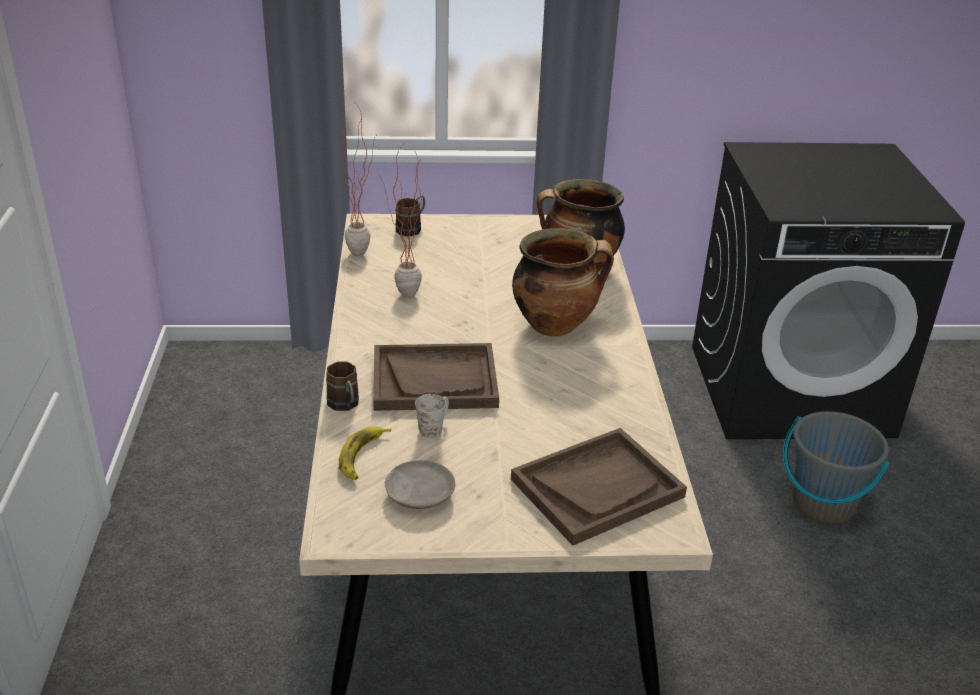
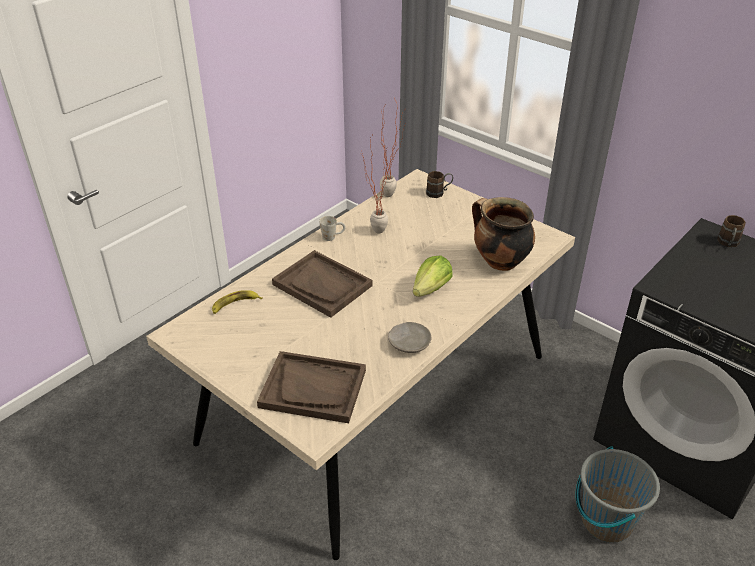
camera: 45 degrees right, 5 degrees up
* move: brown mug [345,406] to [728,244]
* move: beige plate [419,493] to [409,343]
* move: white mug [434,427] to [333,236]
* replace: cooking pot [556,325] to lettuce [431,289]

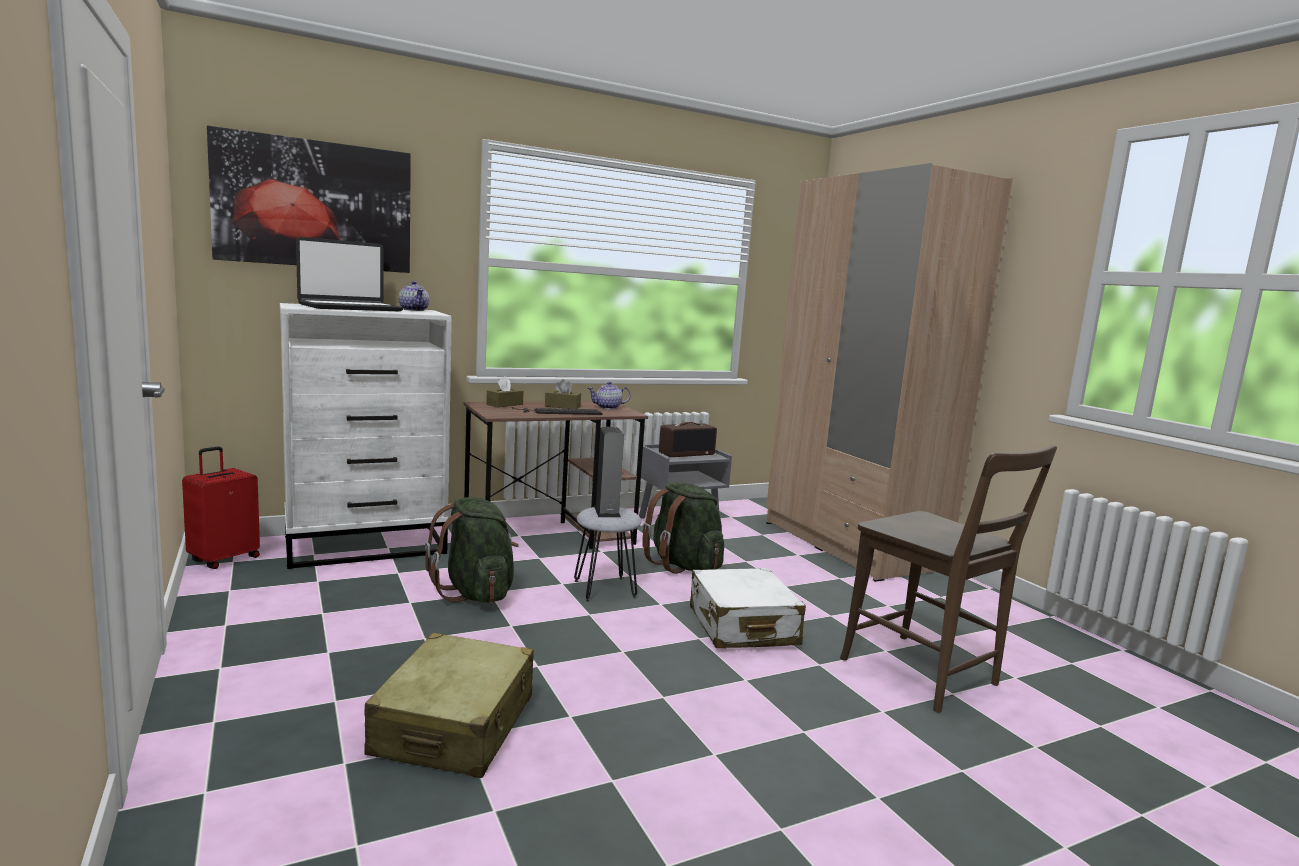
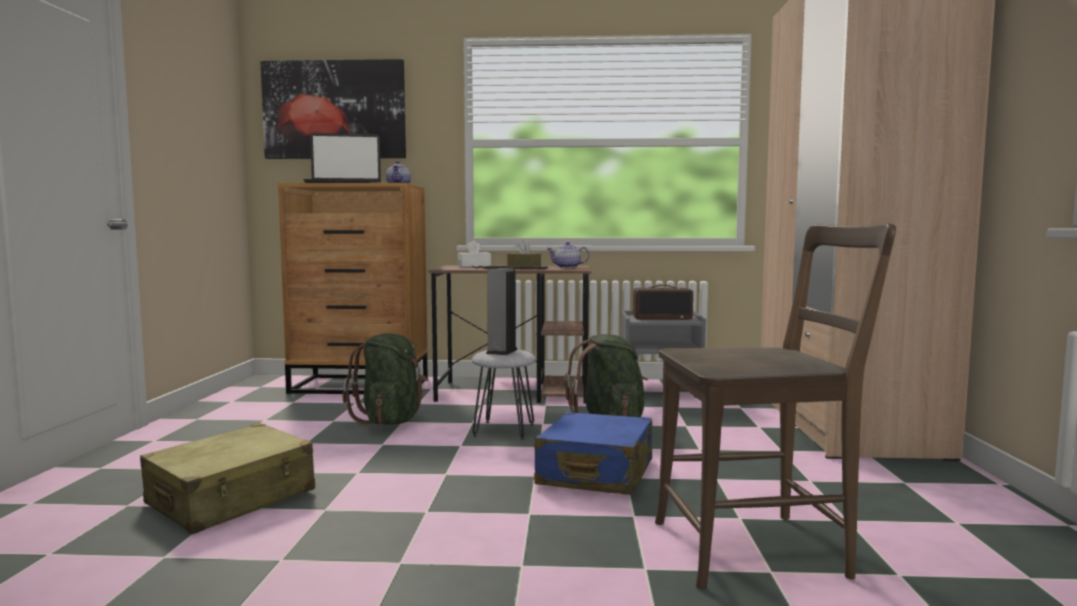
camera: 30 degrees right, 5 degrees down
* delete: red suitcase [224,559]
* recolor: white dresser [367,546] to brown dresser [361,385]
* recolor: brown tissue box [504,404] to white tissue box [474,266]
* recolor: white suitcase [742,626] to blue suitcase [596,473]
* rotate: brown chair [925,675] = [759,548] 90 degrees counterclockwise

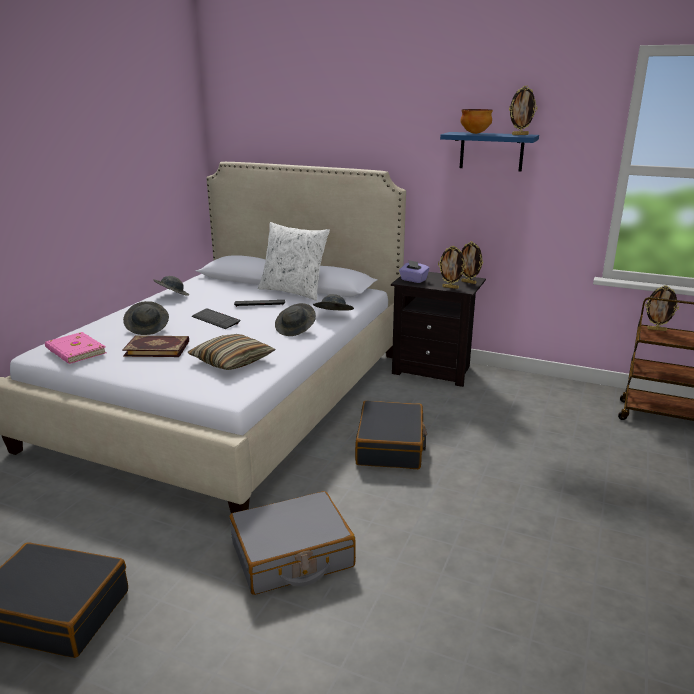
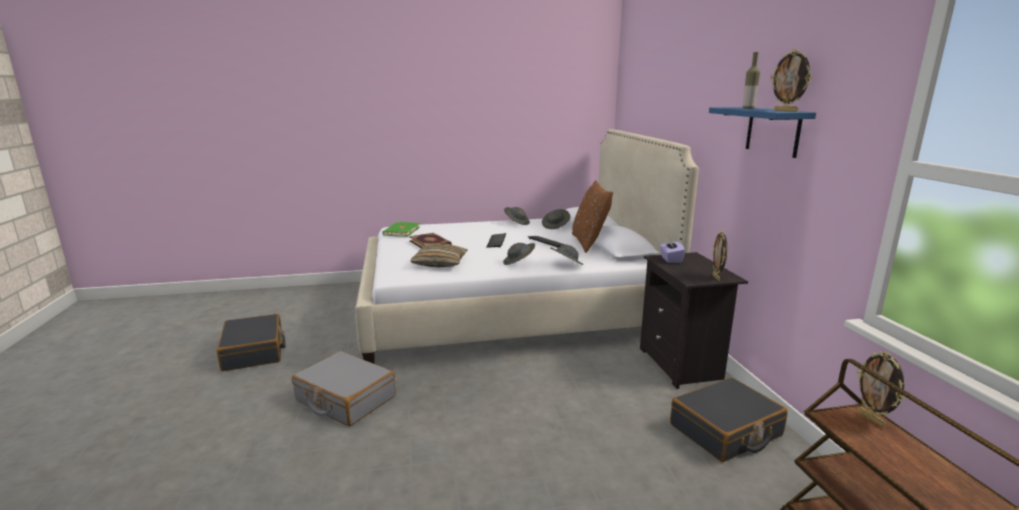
camera: 55 degrees right, 5 degrees down
* recolor: pink book [75,351] to green book [401,231]
* move: grey hat [148,328] to [556,226]
* recolor: white pillow [293,292] to brown pillow [589,243]
* move: black suitcase [390,446] to [725,431]
* delete: picture frame [450,287]
* replace: bowl [475,133] to bottle [748,108]

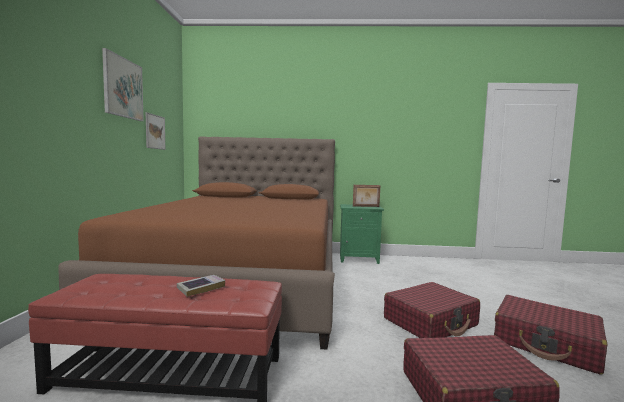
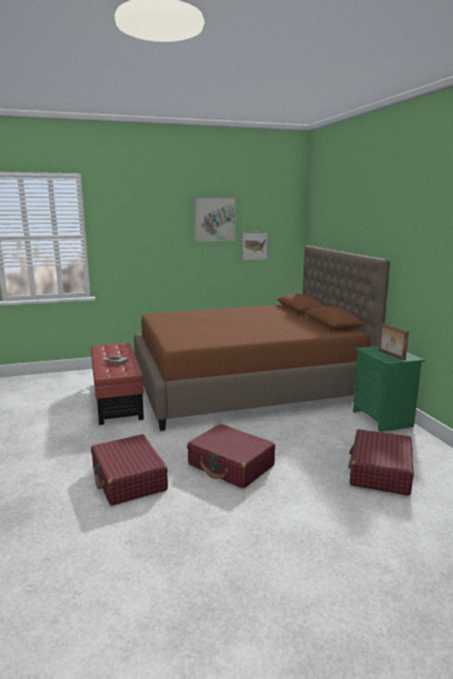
camera: 70 degrees right, 10 degrees up
* move: red suitcase [546,344] to [380,472]

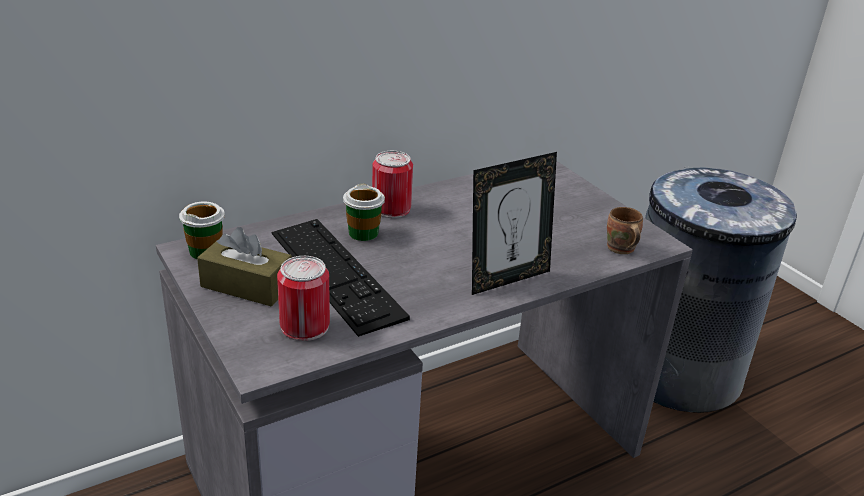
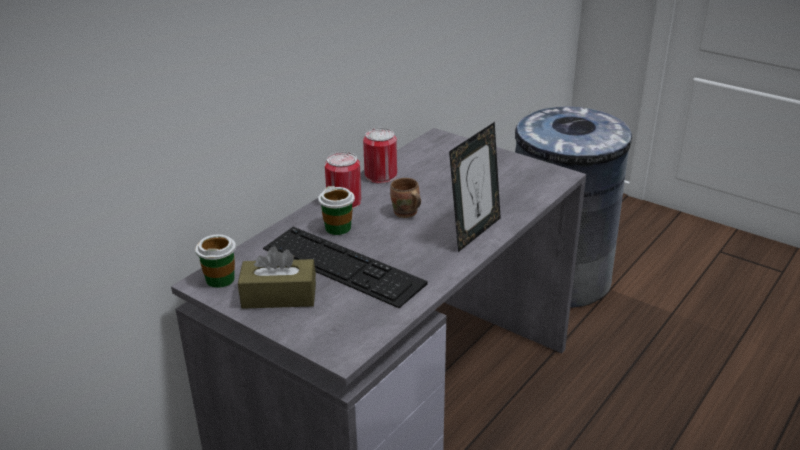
camera: 20 degrees left, 0 degrees up
* move: can [304,326] to [380,176]
* move: brown mug [620,249] to [405,214]

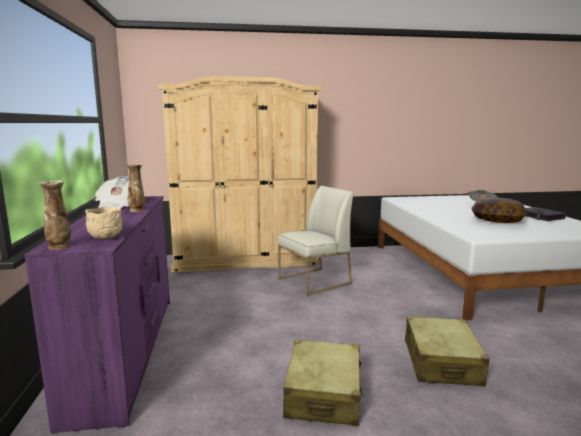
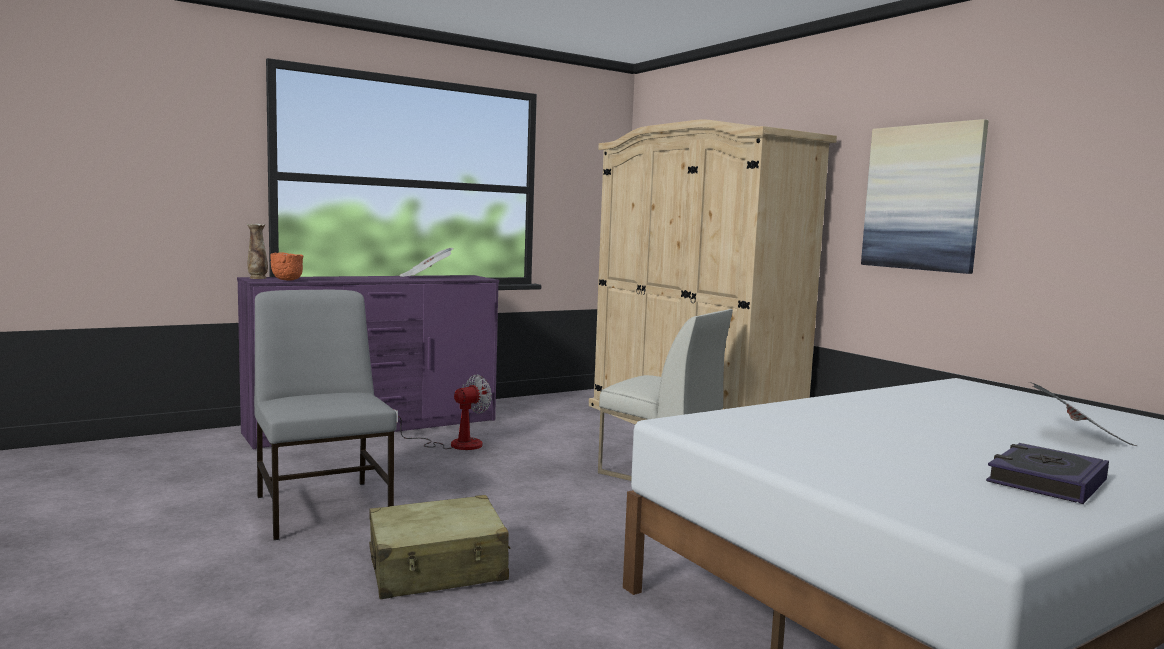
camera: 65 degrees right, 5 degrees down
* recolor: beige bowl [105,238] to orange bowl [286,280]
* delete: vase [137,210]
* replace: beige suitcase [323,394] to grey chair [324,507]
* delete: pillow [497,220]
* insert: fan [454,444]
* insert: picture [922,197]

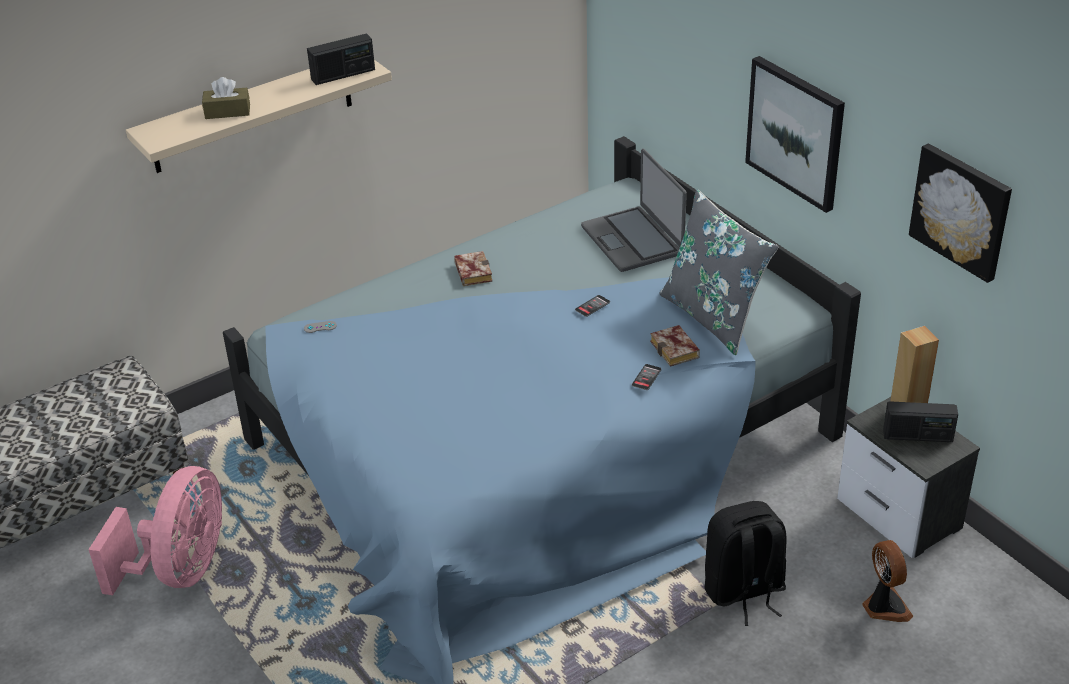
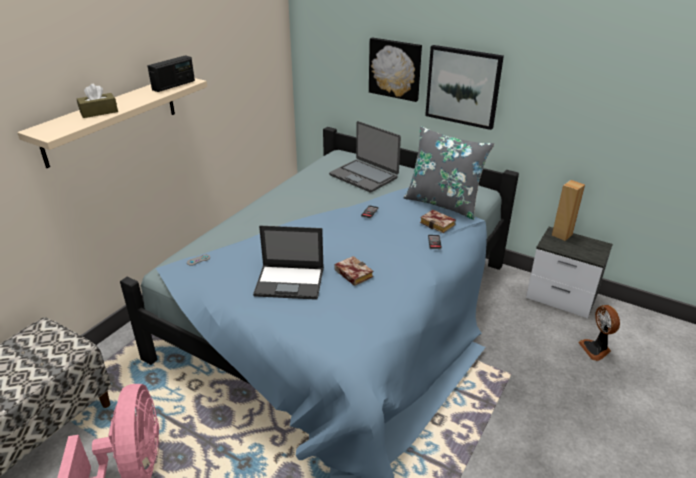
camera: 25 degrees left, 5 degrees down
* move: book [471,272] to [351,273]
* delete: black backpack [744,592]
* rotate: fan [884,606] = [596,349] 150 degrees counterclockwise
* delete: radio [917,436]
* move: picture [962,210] to [395,68]
* insert: laptop [290,282]

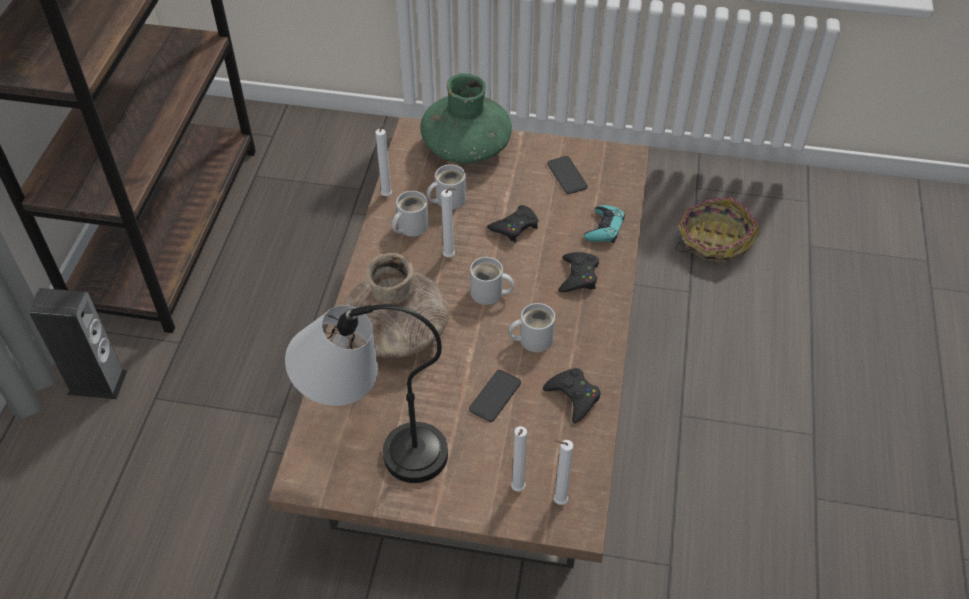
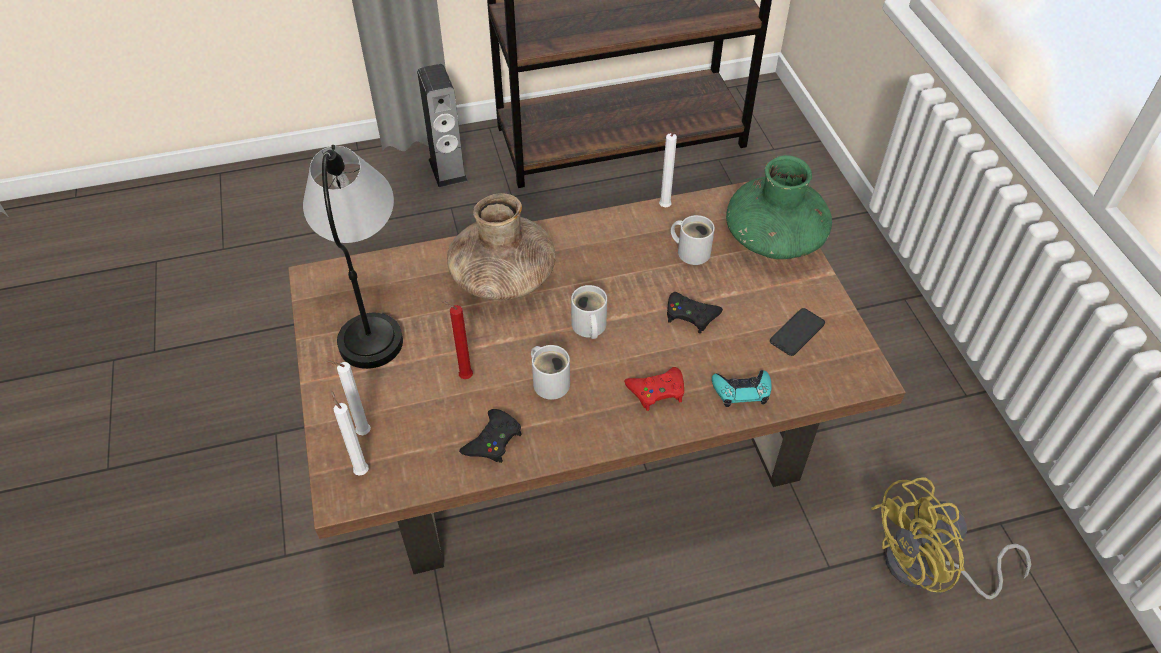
camera: 65 degrees right, 0 degrees up
* delete: white mug [410,226]
* delete: white candle [450,257]
* replace: phone [495,396] to red candle [463,377]
* recolor: black game controller [578,276] to red game controller [657,391]
* replace: basket [713,241] to yellow fan [927,568]

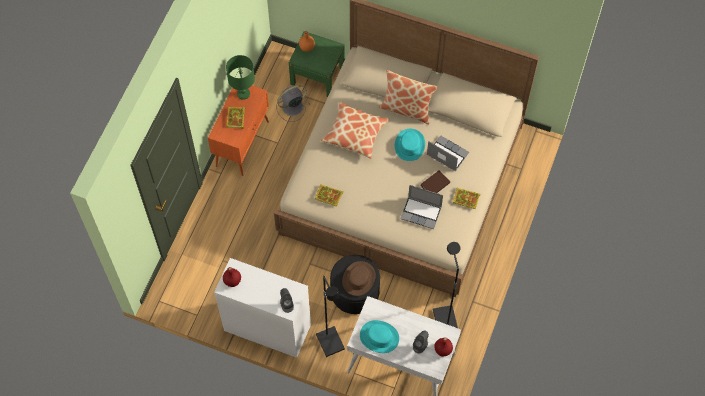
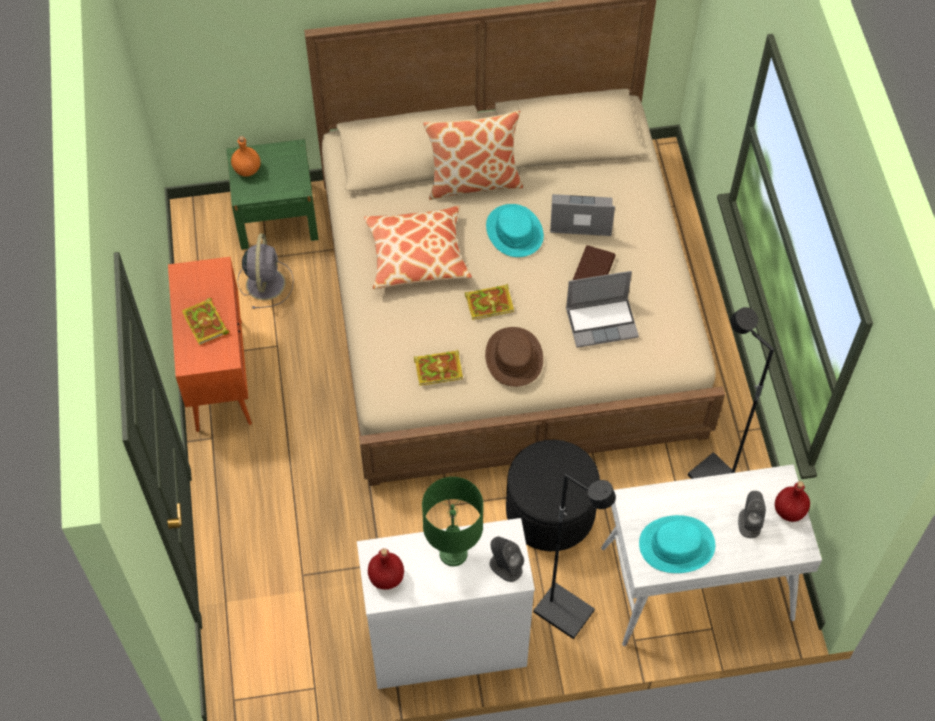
camera: 30 degrees left, 5 degrees down
* move: green table lamp [243,94] to [453,553]
* rotate: grey fan [291,107] = [265,282] 150 degrees clockwise
* move: brown hat [358,278] to [513,357]
* move: book [467,199] to [490,303]

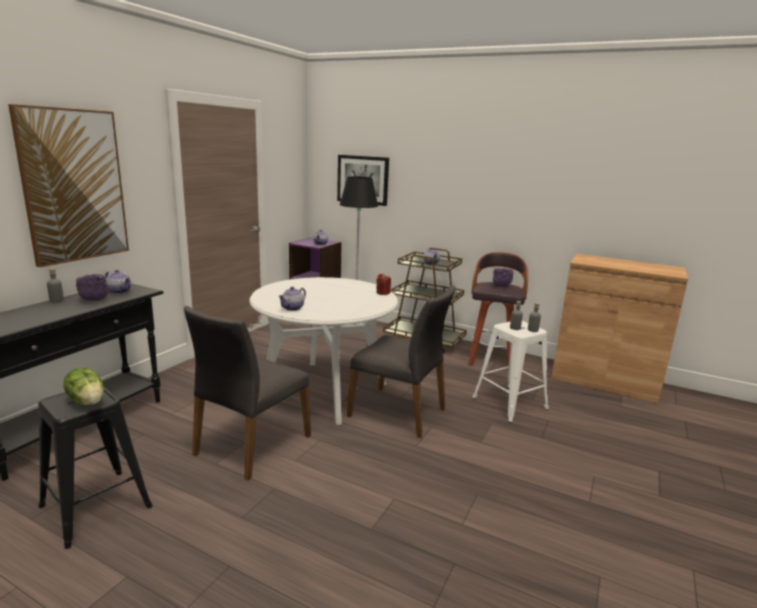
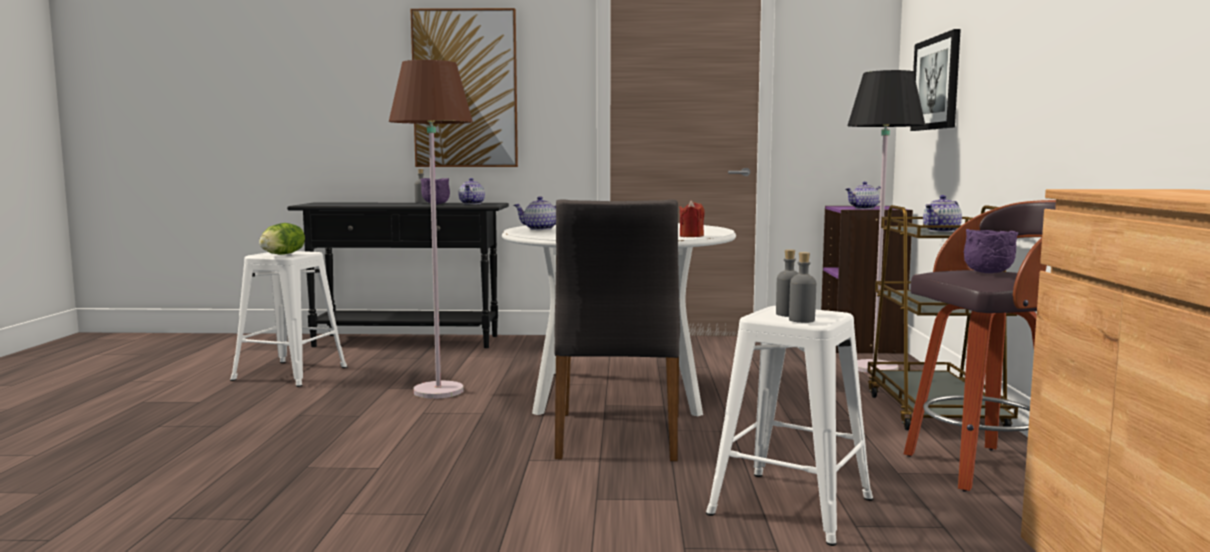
camera: 65 degrees right, 10 degrees down
* recolor: black stool [96,505] to white stool [292,373]
* replace: grey chair [251,445] to brown floor lamp [438,391]

